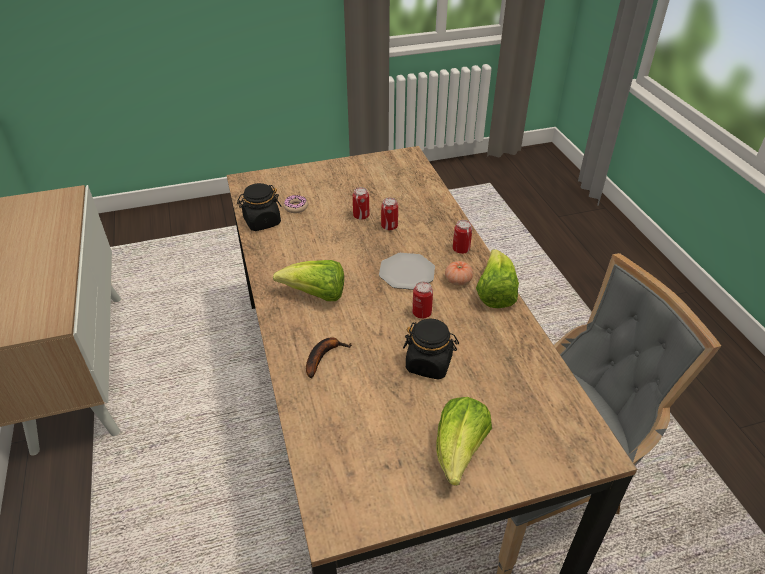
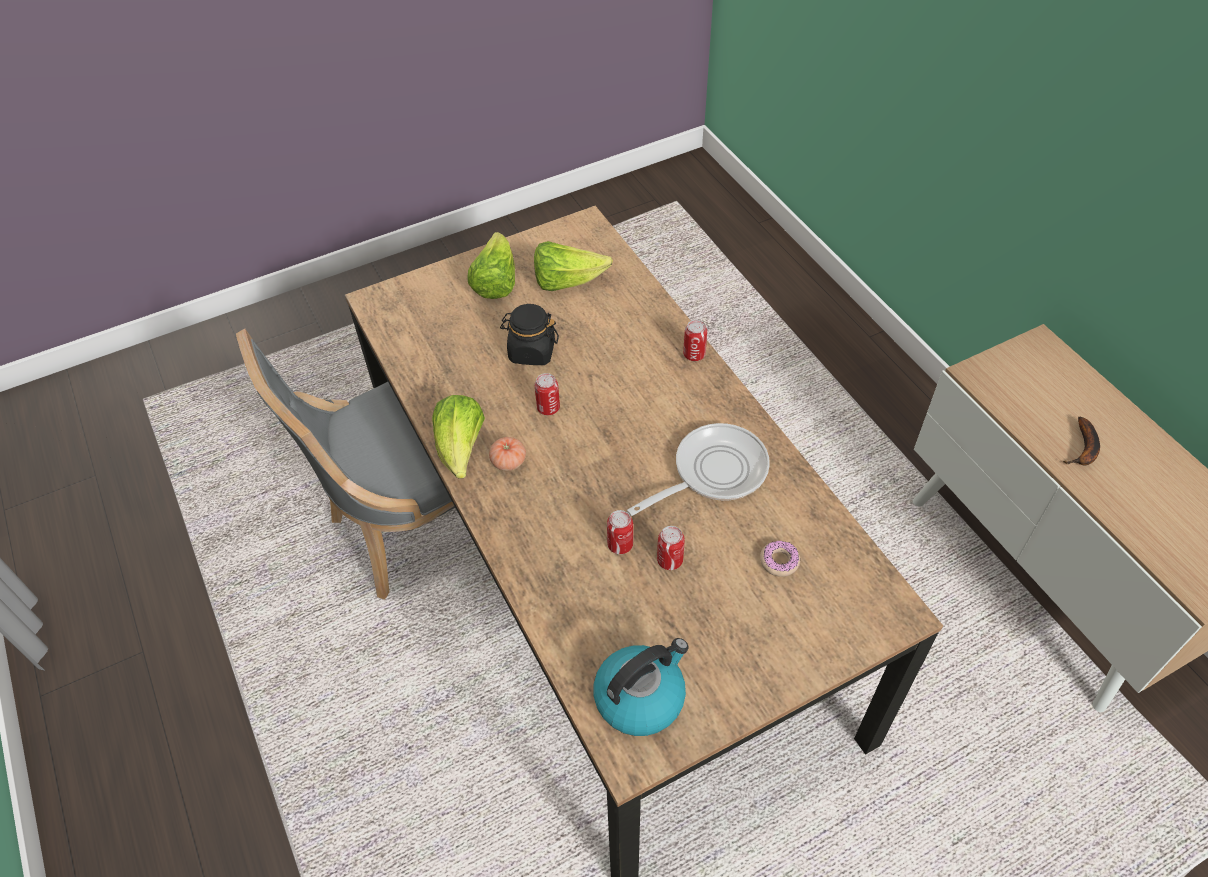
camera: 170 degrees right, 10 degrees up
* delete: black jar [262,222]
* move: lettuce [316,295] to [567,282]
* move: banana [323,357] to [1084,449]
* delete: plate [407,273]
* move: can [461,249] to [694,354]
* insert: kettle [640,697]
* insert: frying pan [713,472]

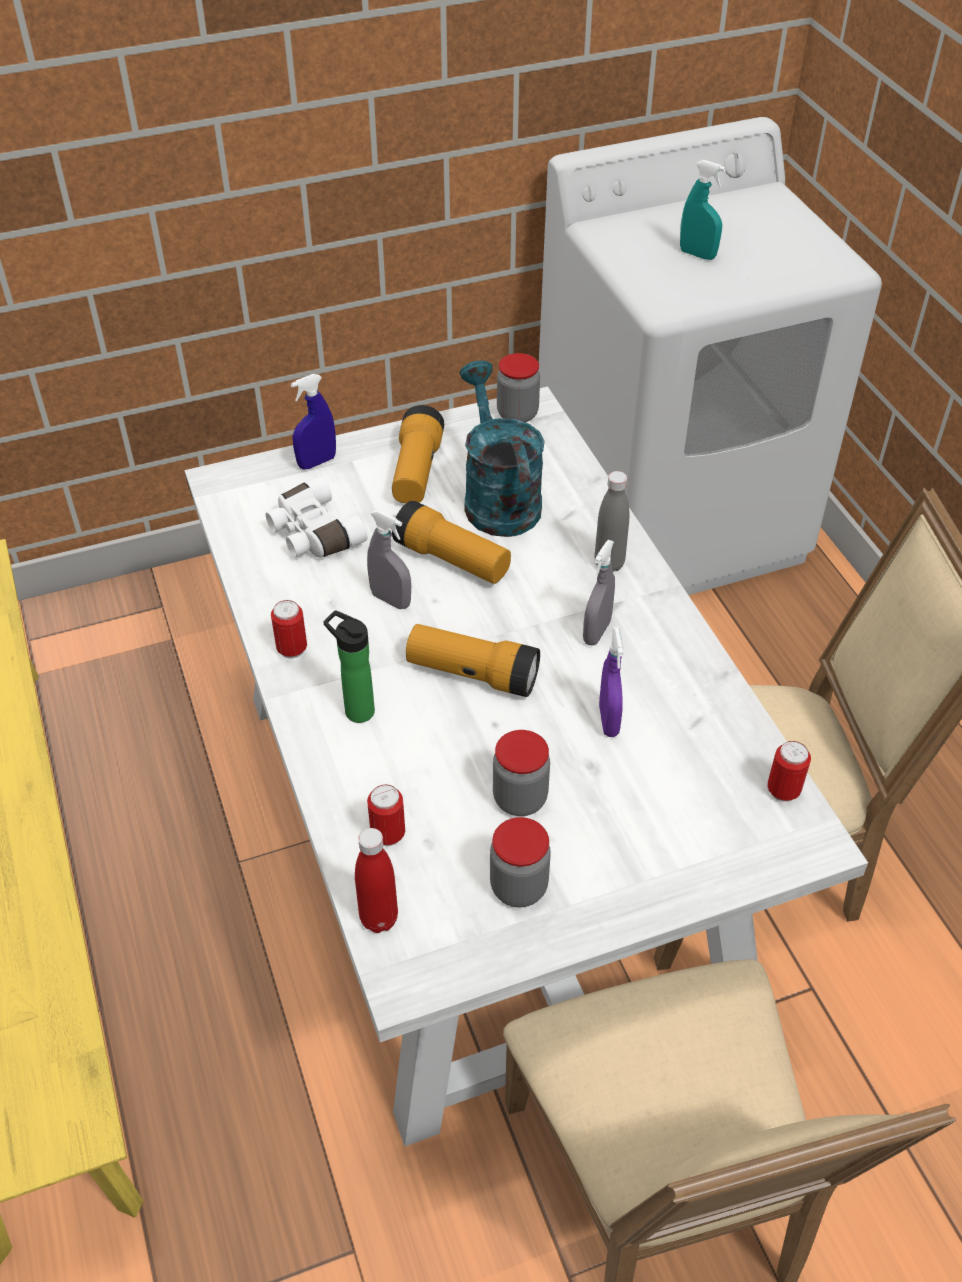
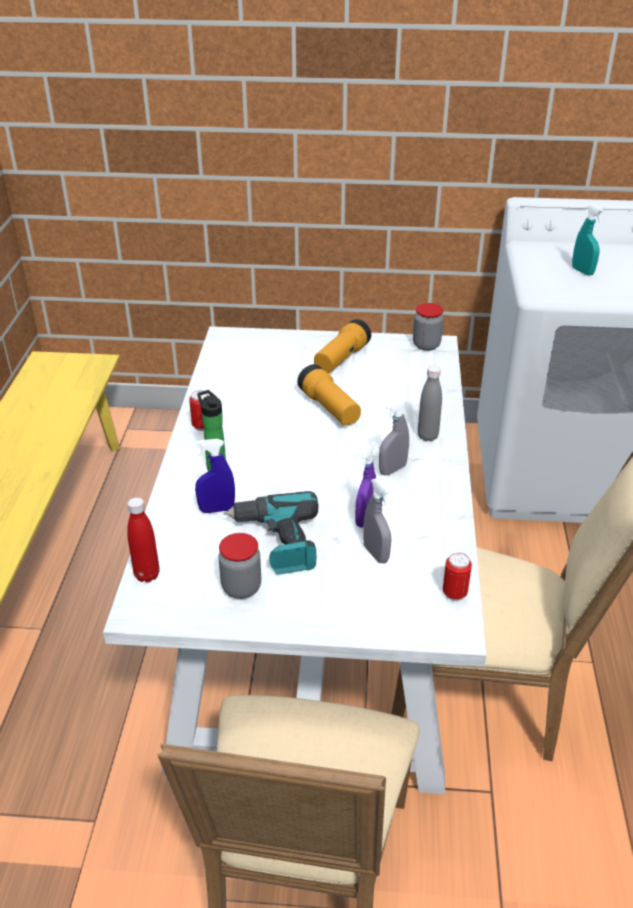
camera: 25 degrees right, 10 degrees down
* delete: white binoculars [312,534]
* move: blue spray bottle [317,462] to [217,509]
* move: grey spray bottle [391,600] to [376,554]
* delete: can [388,834]
* delete: flashlight [472,674]
* delete: turquoise watering can [497,498]
* replace: jar [520,798] to power drill [277,541]

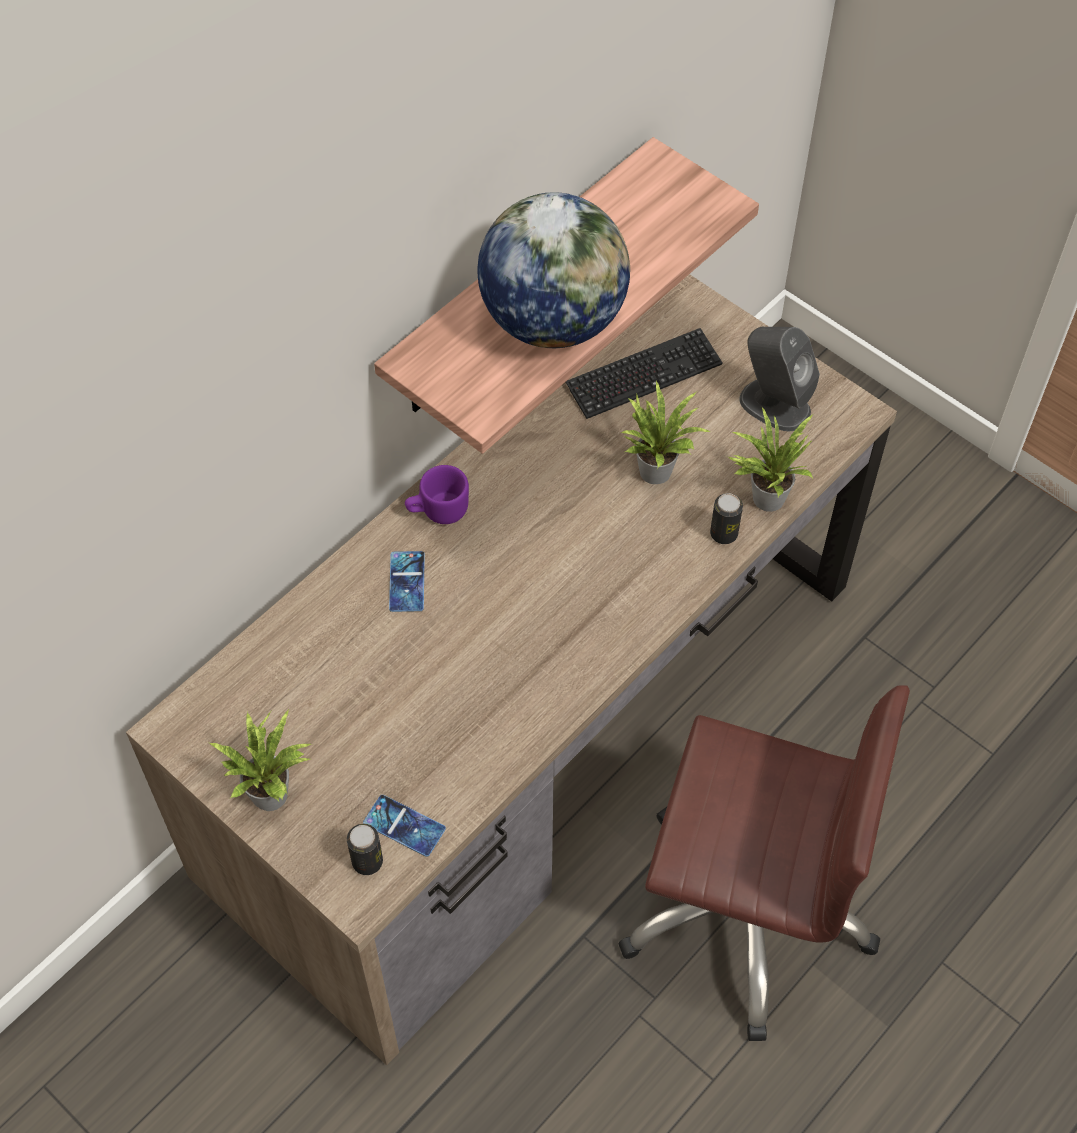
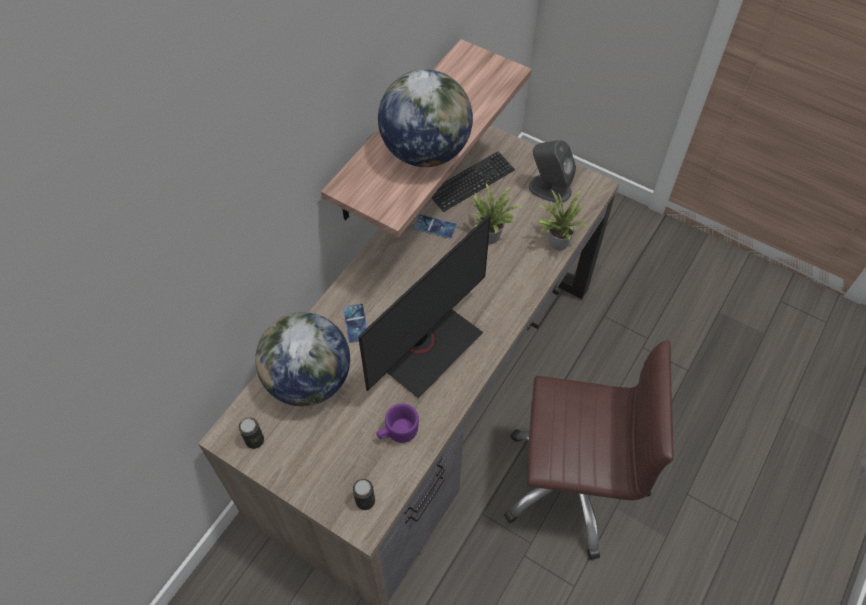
camera: 10 degrees left, 0 degrees up
* delete: potted plant [274,791]
* move: phone [404,826] to [435,226]
* move: purple mug [437,510] to [397,432]
* move: can [723,534] to [254,440]
* insert: globe [309,381]
* insert: monitor [424,345]

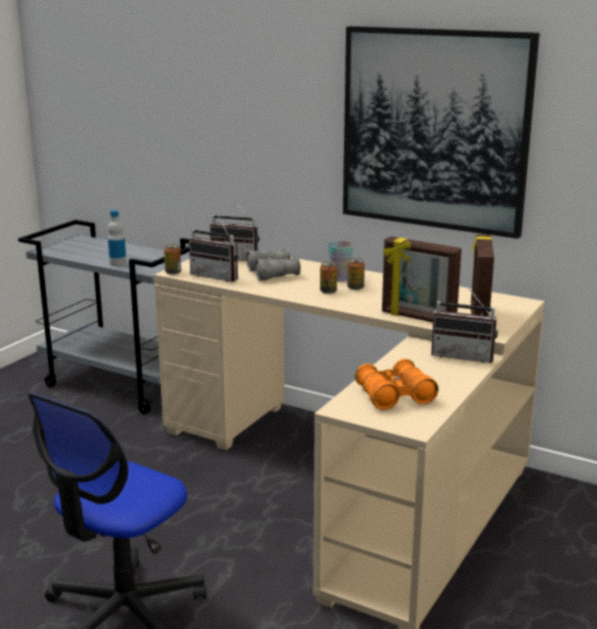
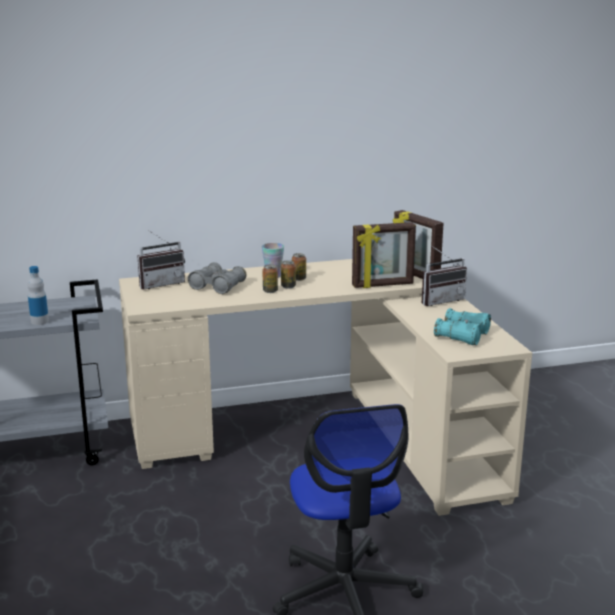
camera: 45 degrees left, 0 degrees up
* move: can [173,272] to [270,291]
* delete: radio [218,276]
* delete: picture [434,130]
* recolor: orange binoculars [394,396] to turquoise binoculars [462,335]

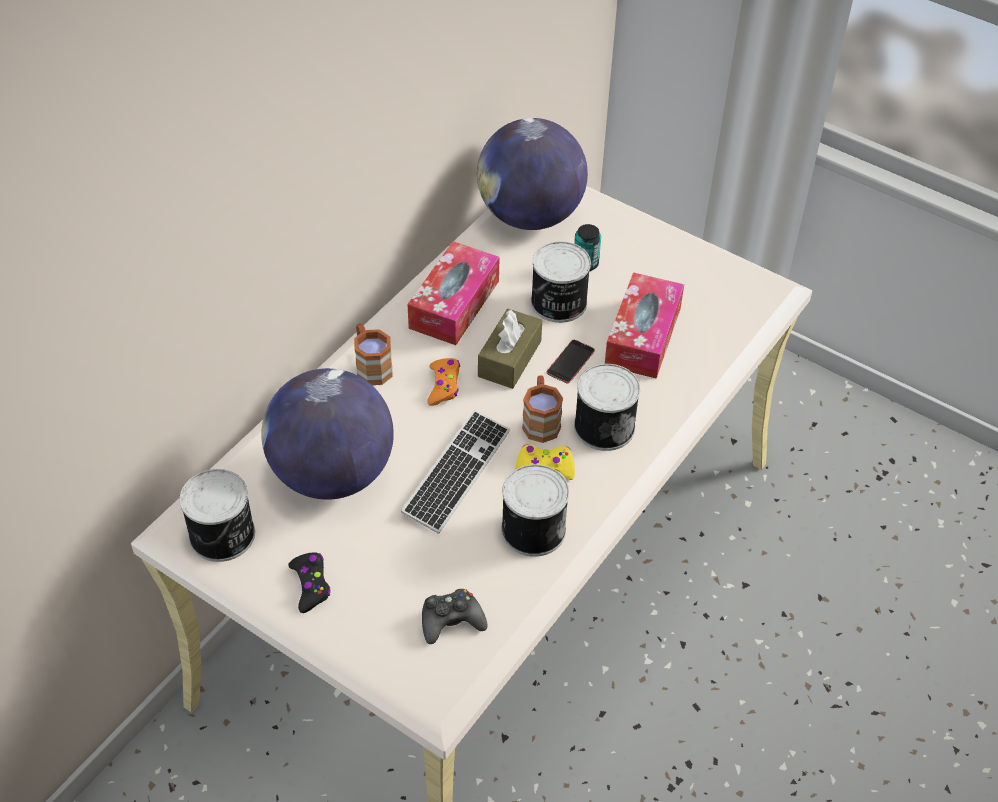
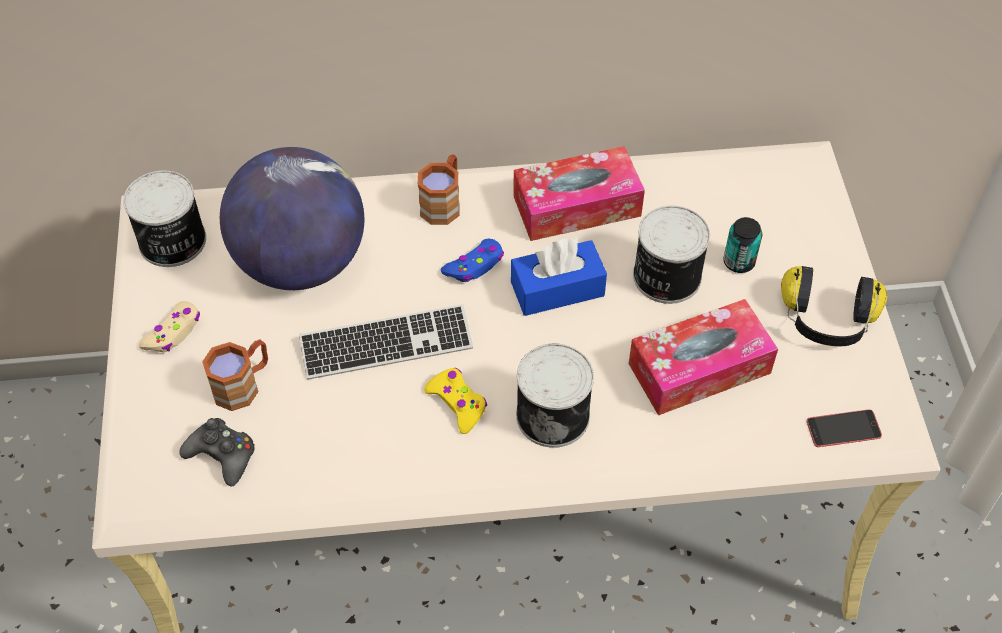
camera: 50 degrees right, 5 degrees up
* recolor: black game controller [311,585] to beige game controller [173,333]
* recolor: orange game controller [444,385] to blue game controller [475,266]
* delete: globe [530,216]
* recolor: brown tissue box [509,358] to blue tissue box [557,289]
* delete: can [531,529]
* move: brown mug [540,420] to [243,384]
* move: phone [570,362] to [843,429]
* insert: headphones [827,321]

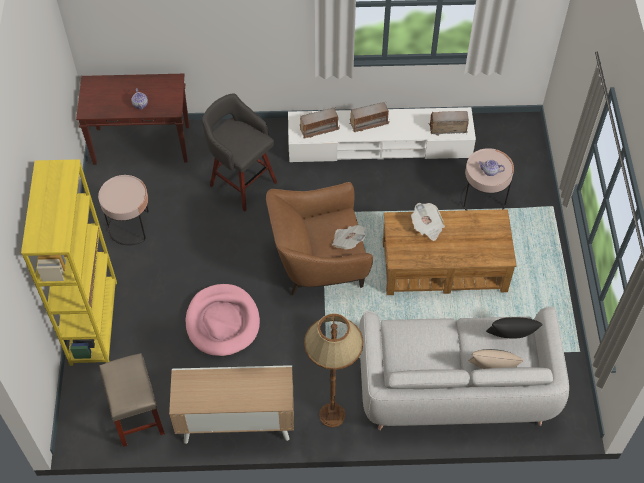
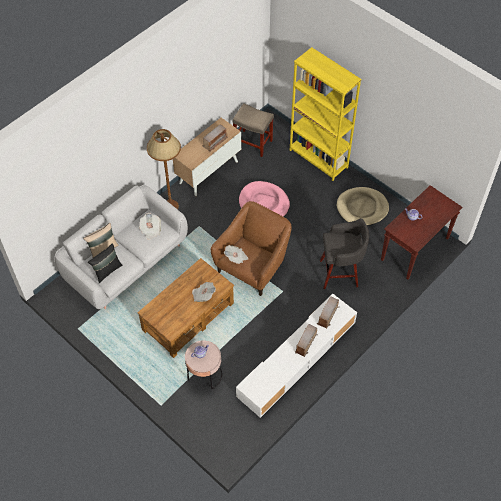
camera: 135 degrees right, 0 degrees up
* replace: pink side table [130,226] to beige dog bed [362,208]
* move: radio [448,129] to [215,142]
* insert: newspaper [150,230]

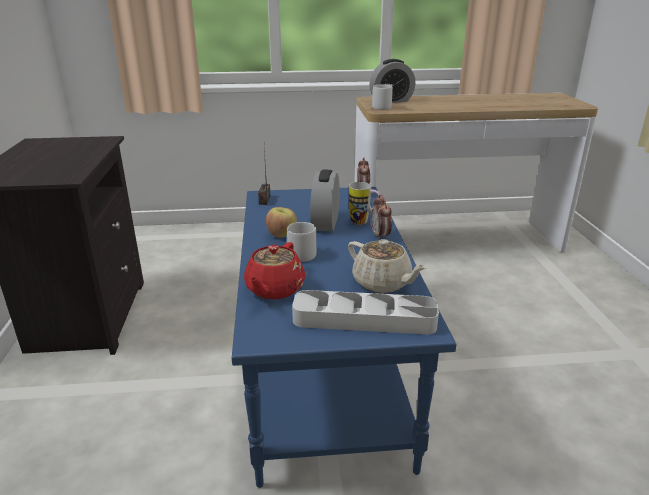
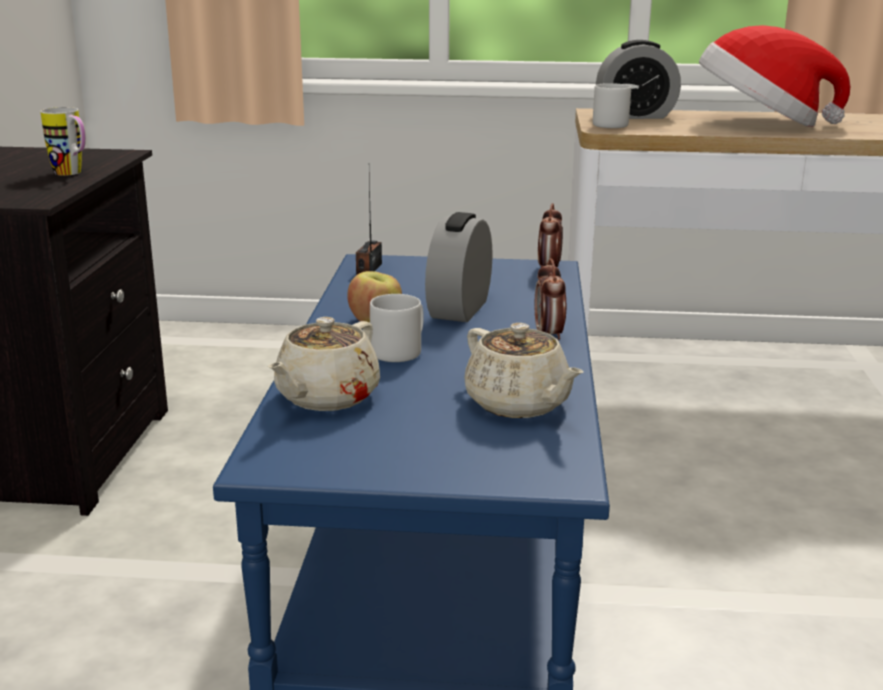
camera: 10 degrees right, 5 degrees down
* recolor: red teapot [274,289] to beige teapot [326,397]
* delete: grey tray [364,319]
* move: mug [364,222] to [72,174]
* insert: hat [761,123]

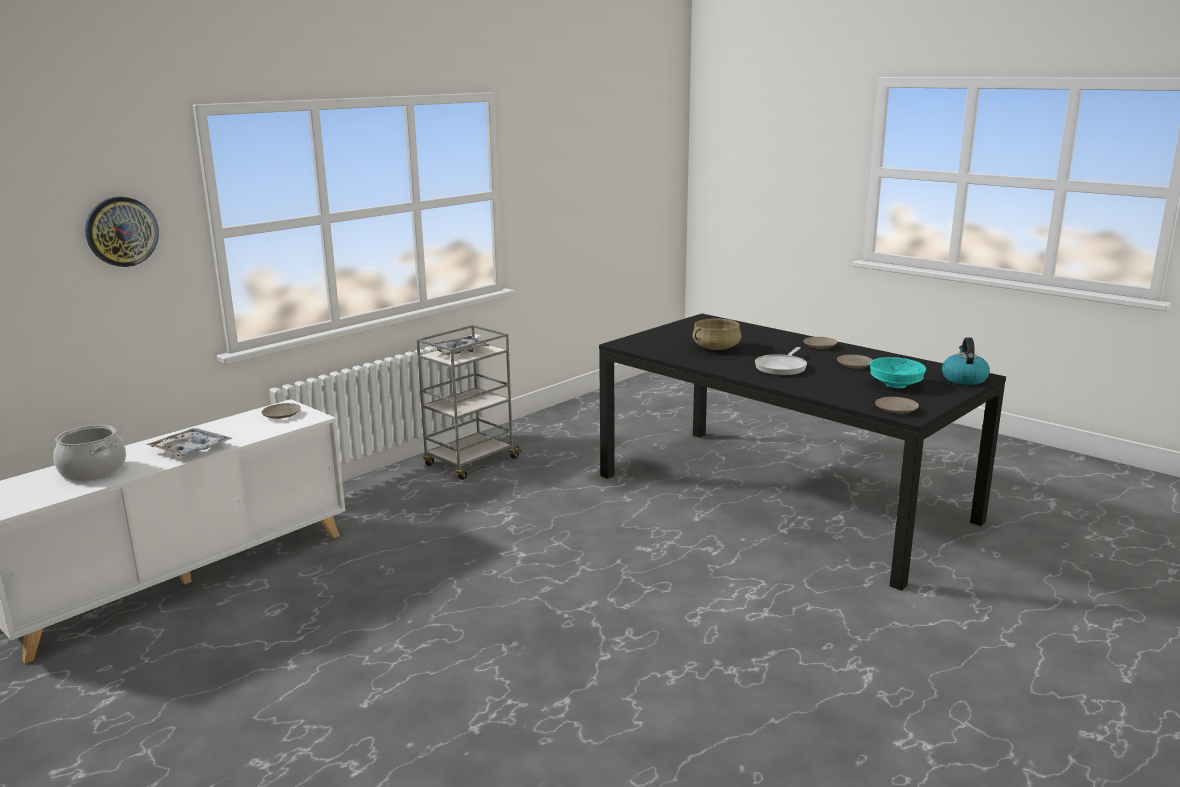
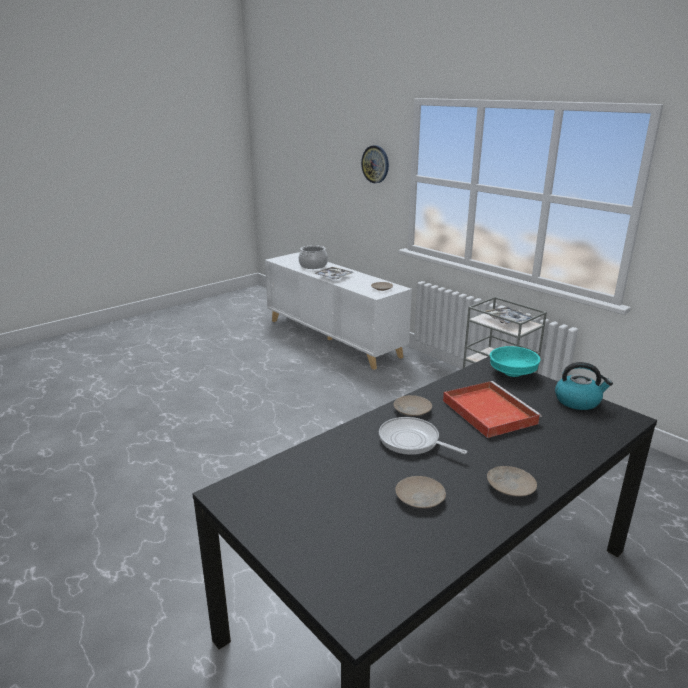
camera: 95 degrees right, 5 degrees up
* replace: beige cooking pot [716,348] to red tray [487,411]
* move: turquoise bowl [895,385] to [512,372]
* move: beige plate [896,410] to [412,410]
* move: kettle [964,379] to [578,401]

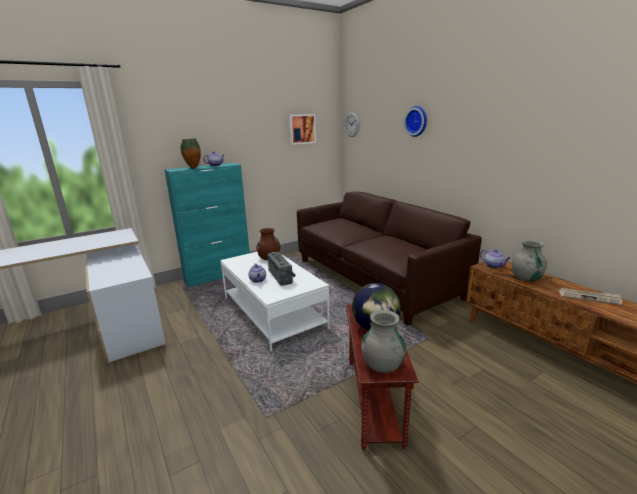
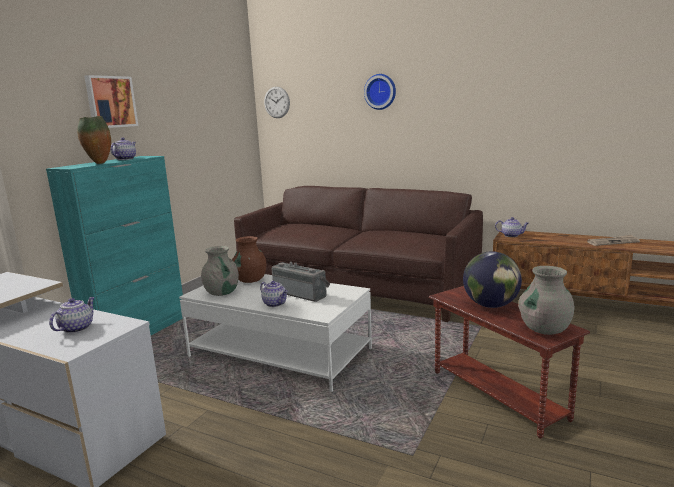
camera: 30 degrees left, 5 degrees down
* move: picture [301,129] to [110,102]
* move: grey vase [526,278] to [222,292]
* insert: teapot [77,328]

